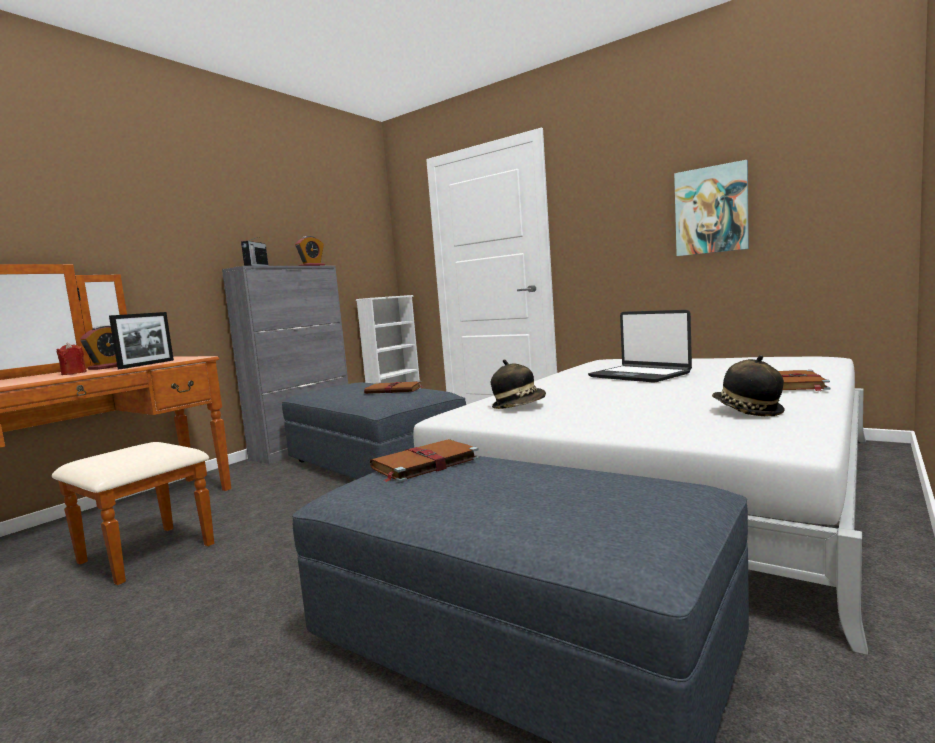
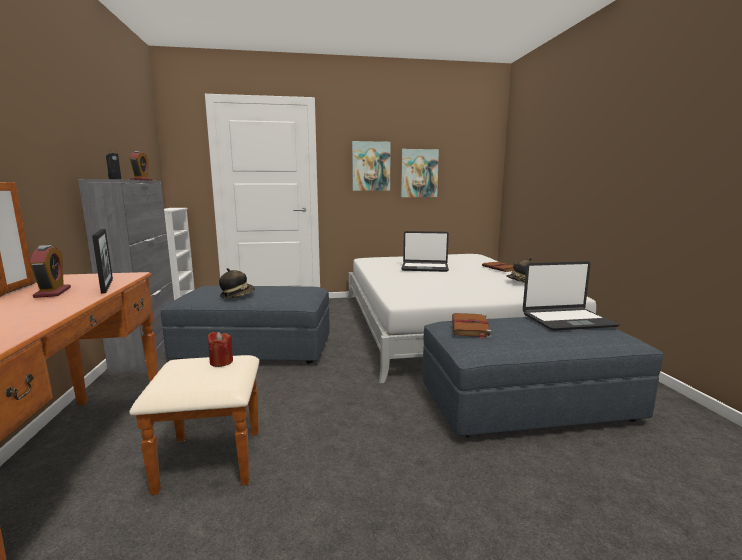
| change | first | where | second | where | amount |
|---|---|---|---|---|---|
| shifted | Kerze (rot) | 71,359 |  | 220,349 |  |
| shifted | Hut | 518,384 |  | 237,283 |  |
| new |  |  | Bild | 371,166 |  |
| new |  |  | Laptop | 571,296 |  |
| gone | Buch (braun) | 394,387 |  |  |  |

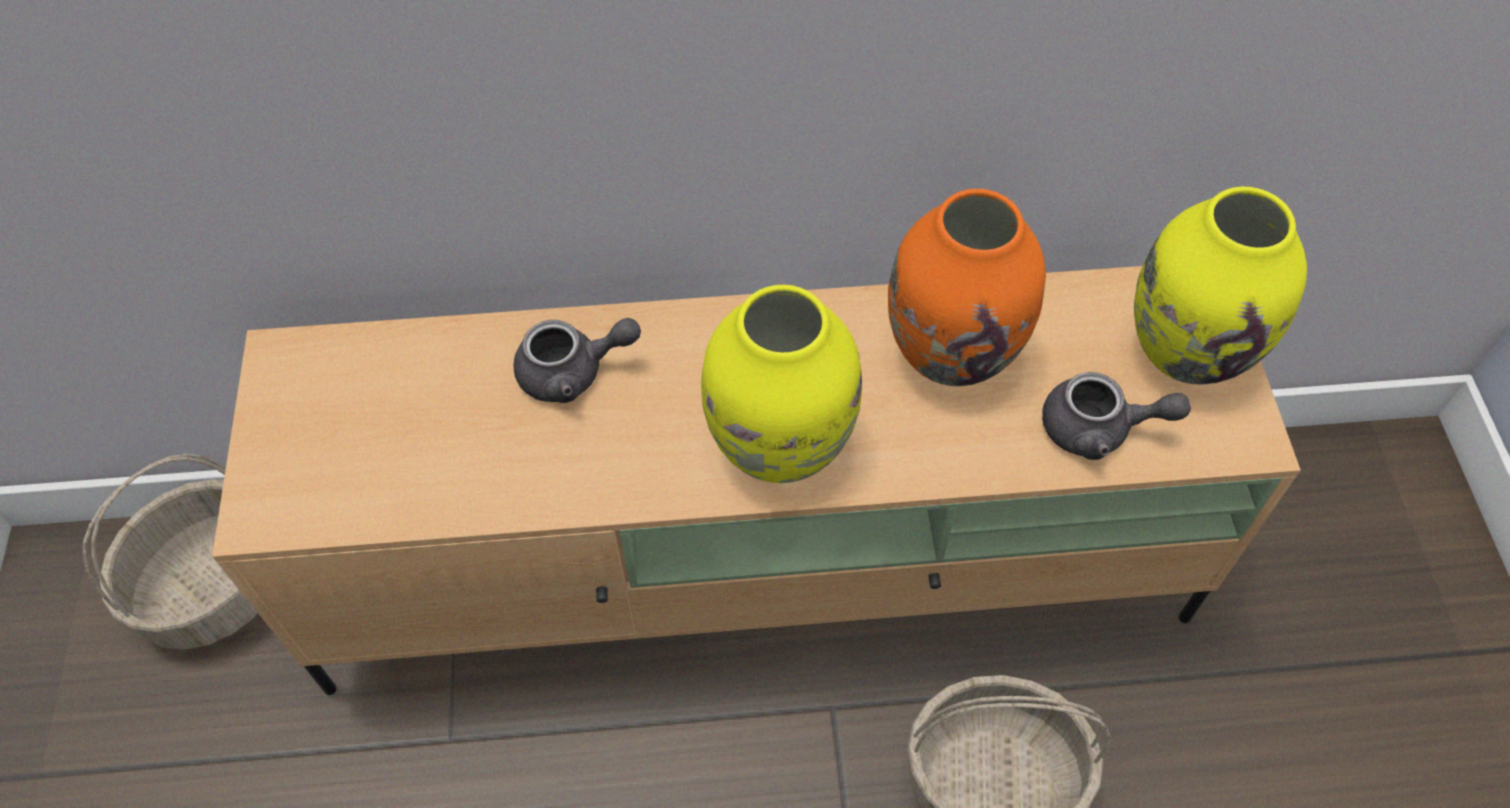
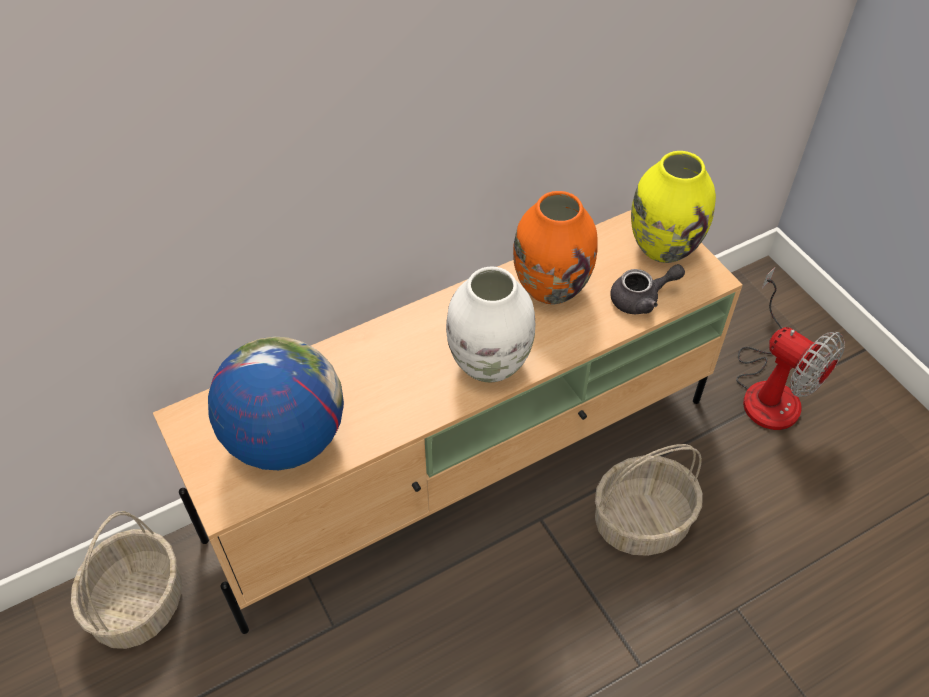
| change | first | where | second | where | amount |
|---|---|---|---|---|---|
| new |  |  | Globus | 276,403 |  |
| repainted | Vase (gelb) | 781,384 | Vase (weiß) | 490,325 |  |
| new |  |  | Ventilator | 790,348 |  |
| gone | Teekanne (grau) | 577,360 |  |  |  |

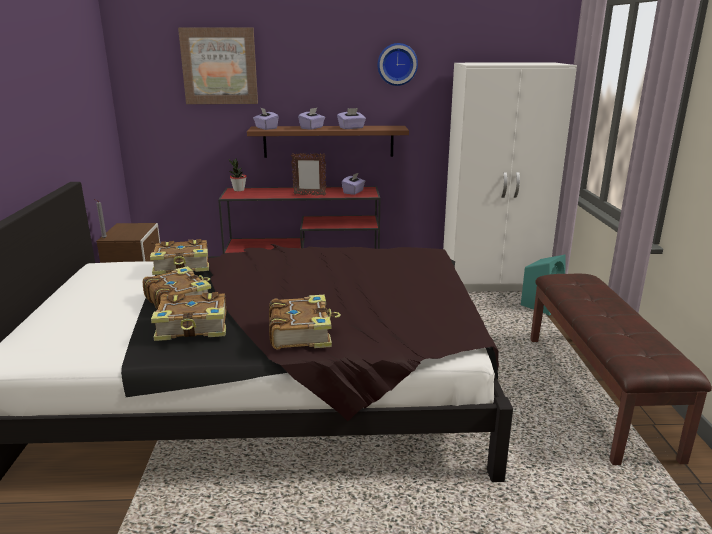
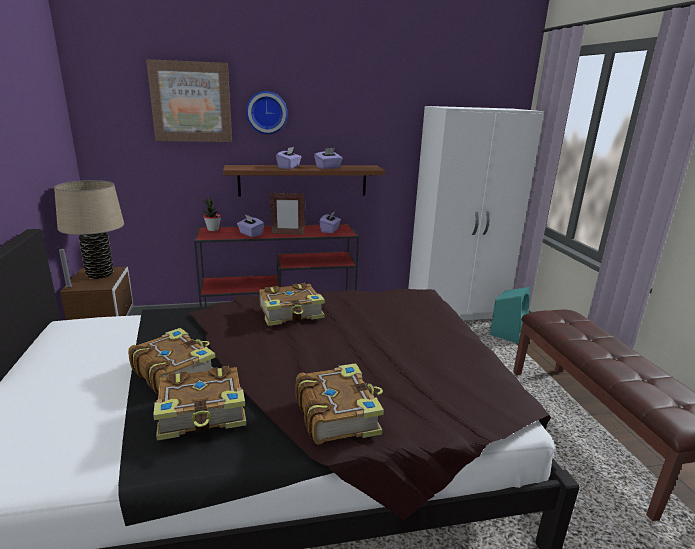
| change | first | where | second | where | amount |
|---|---|---|---|---|---|
| new |  |  | Tischlampe (beige) | 89,229 |  |
| shifted | Taschentuchbox (lila) | 266,119 |  | 250,225 |  |
| shifted | Wanduhr | 398,64 |  | 267,112 |  |
| shifted | Buch | 179,257 |  | 292,304 |  |

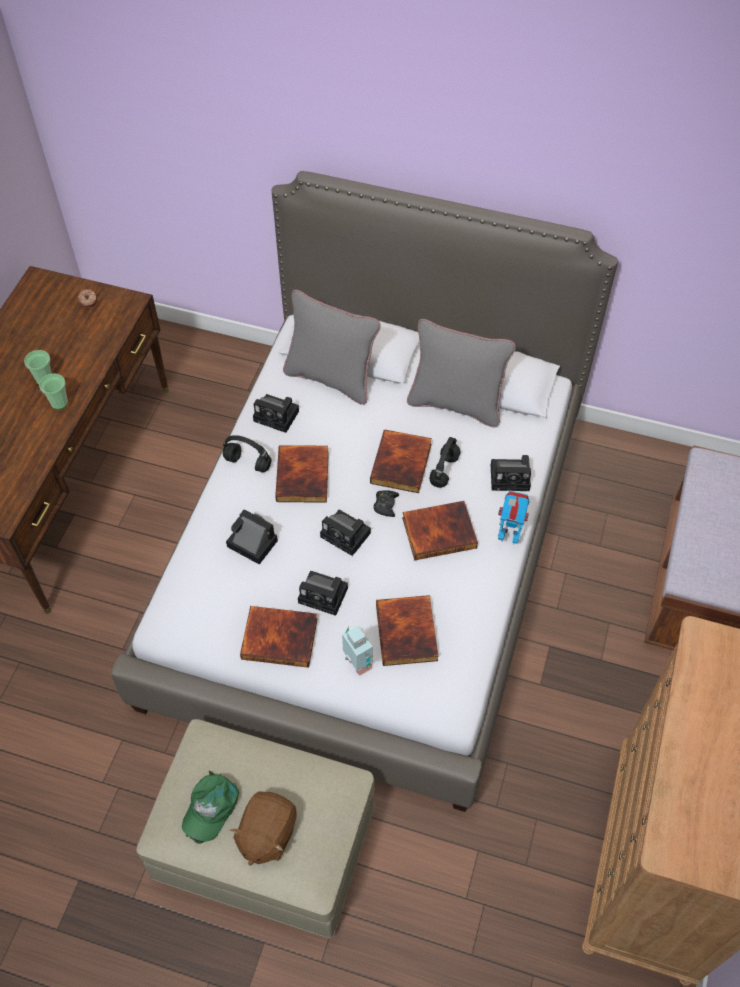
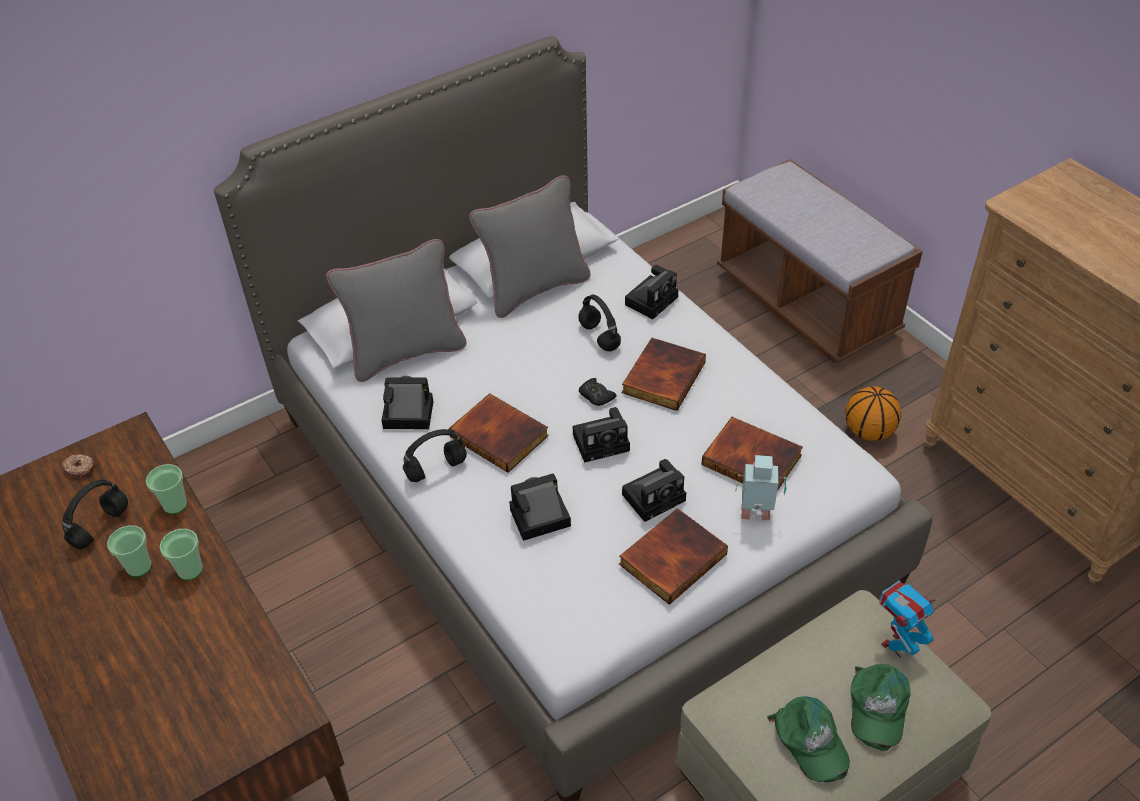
| change | first | where | second | where | amount |
|---|---|---|---|---|---|
| new |  |  | Kopfhörer (schwarz) | 95,514 |  |
| new |  |  | Tasse | 166,489 |  |
| rotated | Kamera | 276,413 |  | 407,402 | 150 degrees counterclockwise |
| new |  |  | Basketball | 873,413 |  |
| swapped | Plüschtier (braun) | 263,828 | Kappe (grün) | 880,707 |  |
| shifted | Spielzeugroboter | 514,518 |  | 910,619 |  |
| gone | Buch | 401,461 |  |  |  |

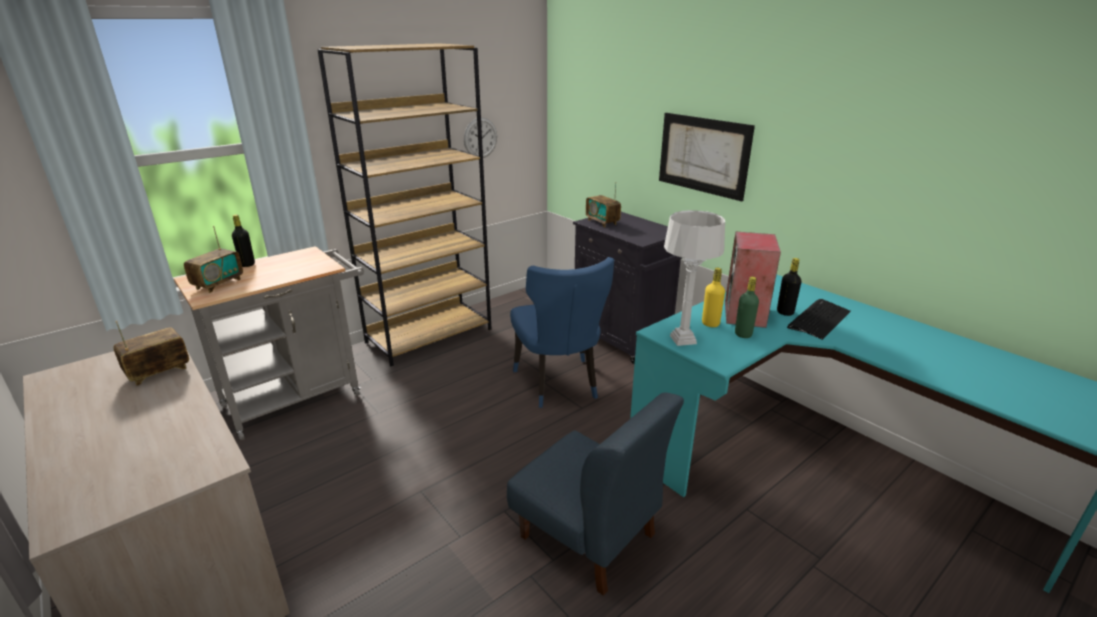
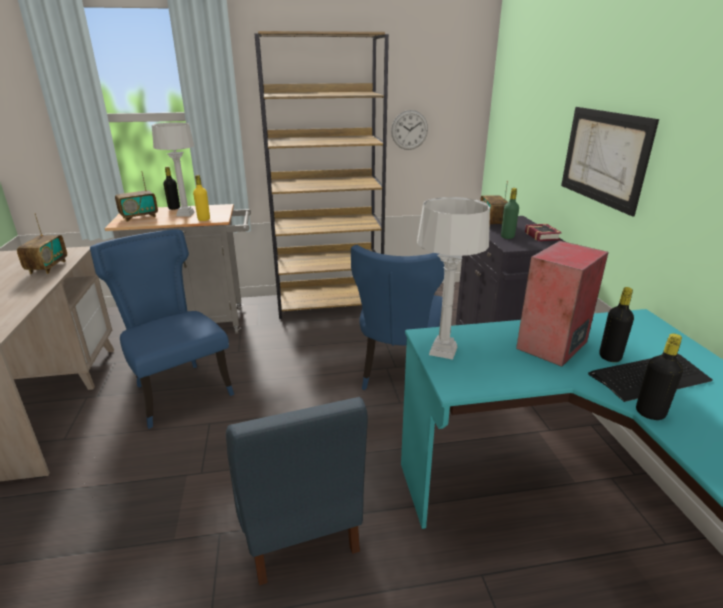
| change | first | where | second | where | amount |
|---|---|---|---|---|---|
| rotated | Radio | 151,353 |  | 42,243 | 105 degrees clockwise |
| new |  |  | Stuhl (blau) | 162,329 |  |
| new |  |  | Tischlampe (grau) | 173,169 |  |
| shifted | Flasche (gelb) | 713,297 |  | 201,198 |  |
| shifted | Flasche (grün) | 747,307 |  | 510,213 |  |
| new |  |  | Buch | 543,232 |  |
| new |  |  | Flasche (schwarz) | 659,377 |  |

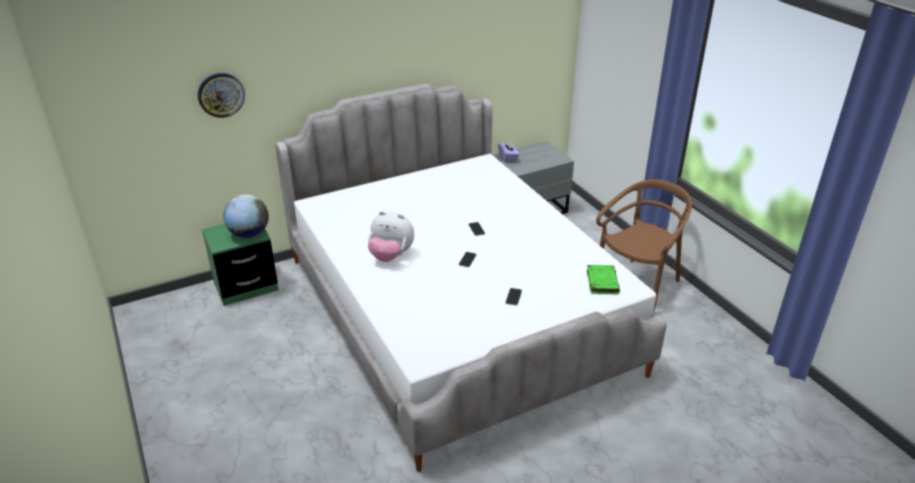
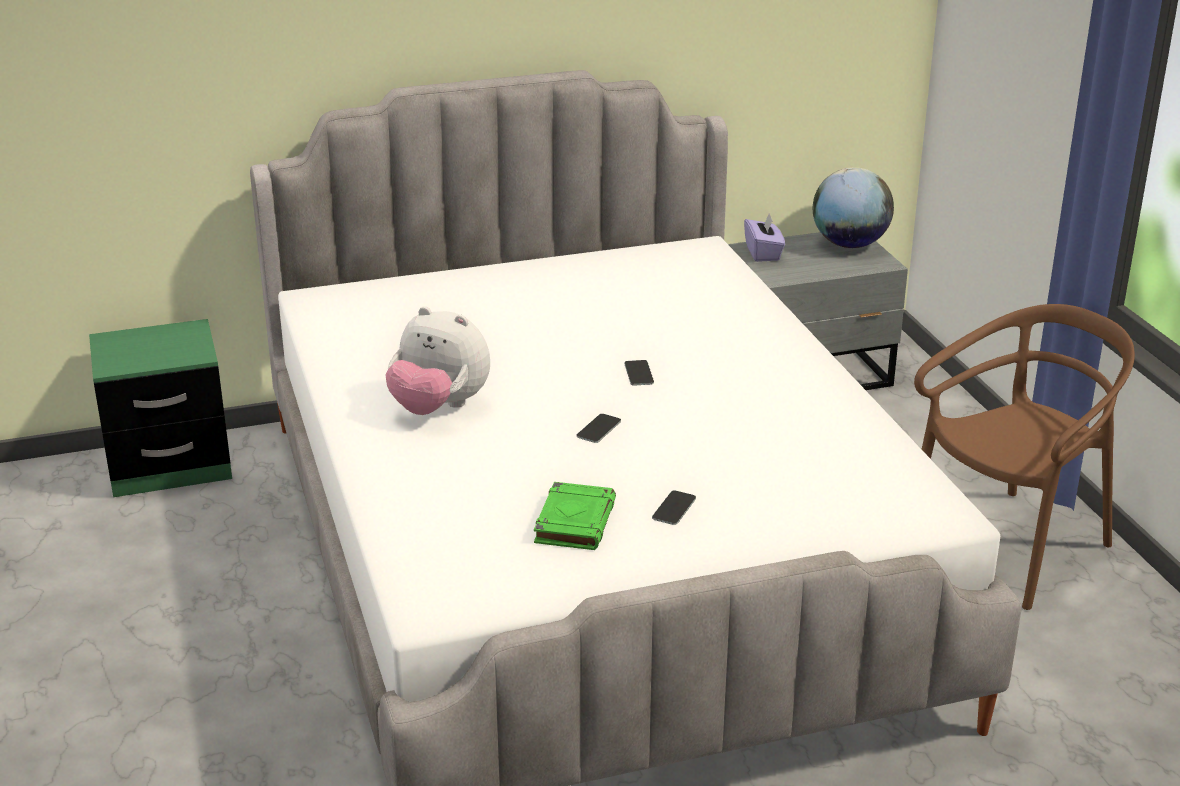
| change | first | where | second | where | amount |
|---|---|---|---|---|---|
| shifted | Buch (grün) | 603,279 |  | 575,516 |  |
| shifted | Globus | 246,216 |  | 853,207 |  |
| gone | Wanduhr | 221,95 |  |  |  |

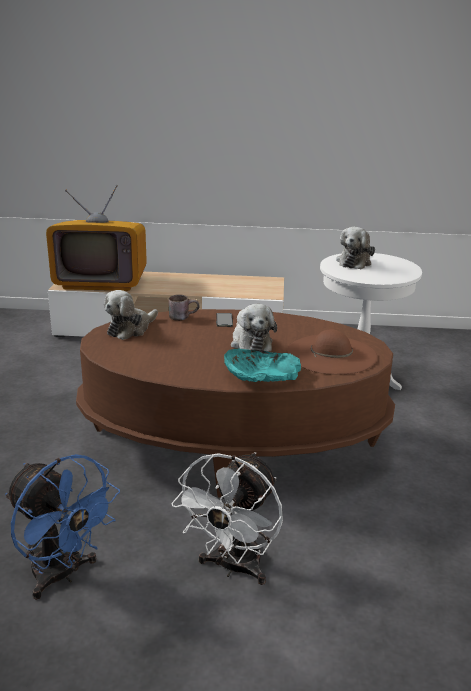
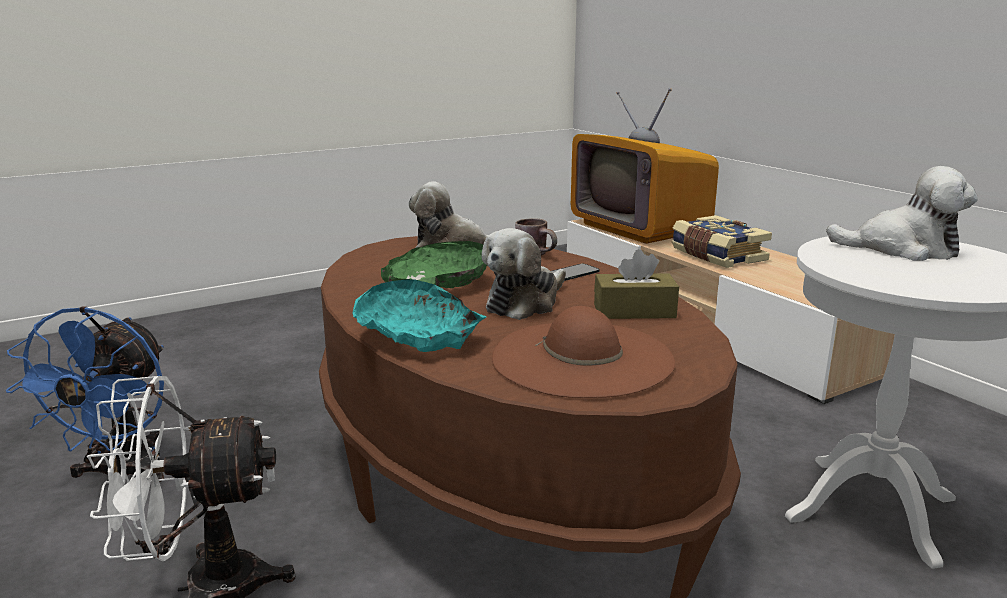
| change | first | where | second | where | amount |
|---|---|---|---|---|---|
| new |  |  | Schüssel (grün) | 434,264 |  |
| new |  |  | Taschentuchbox (braun) | 636,284 |  |
| new |  |  | Buch | 721,241 |  |
| rotated | Plüschtier | 355,248 |  | 902,213 | 150 degrees counterclockwise |

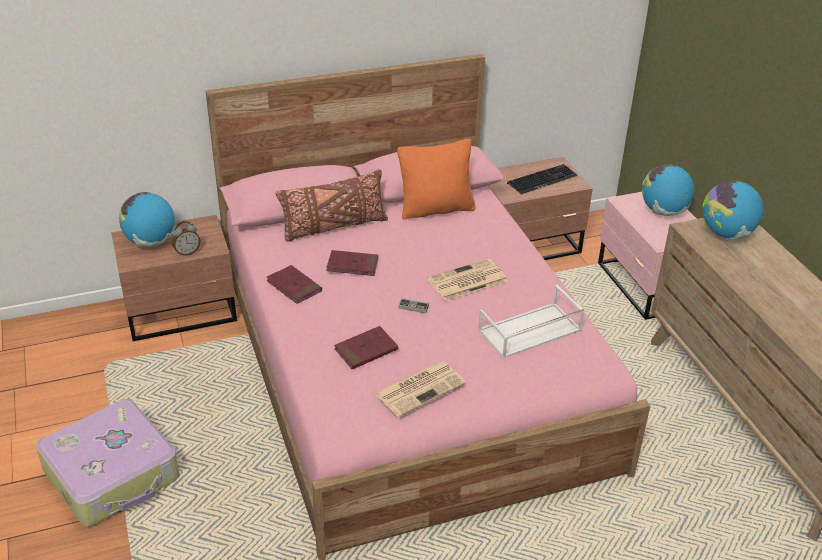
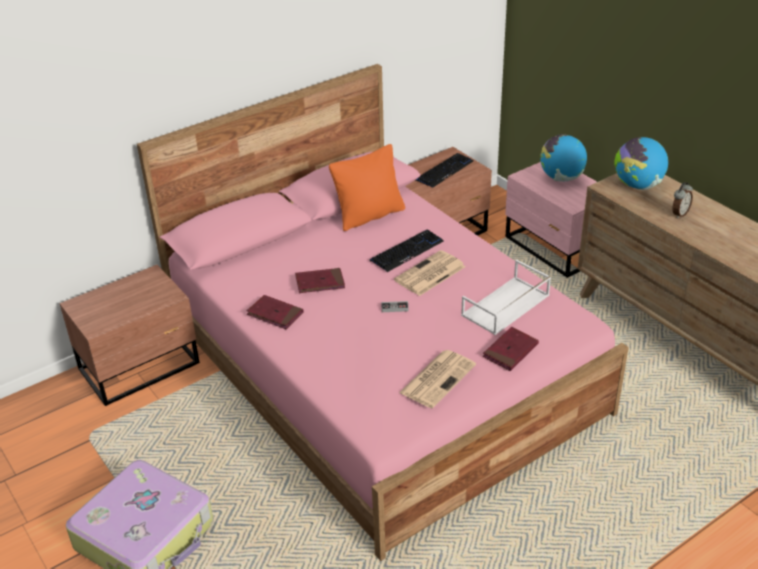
| change | first | where | second | where | amount |
|---|---|---|---|---|---|
| new |  |  | Tastatur | 407,250 |  |
| shifted | Buch (rot) | 366,347 |  | 511,349 |  |
| shifted | Wecker | 186,238 |  | 682,200 |  |
| gone | Globus | 147,219 |  |  |  |
| gone | Kissen (braun) | 331,205 |  |  |  |

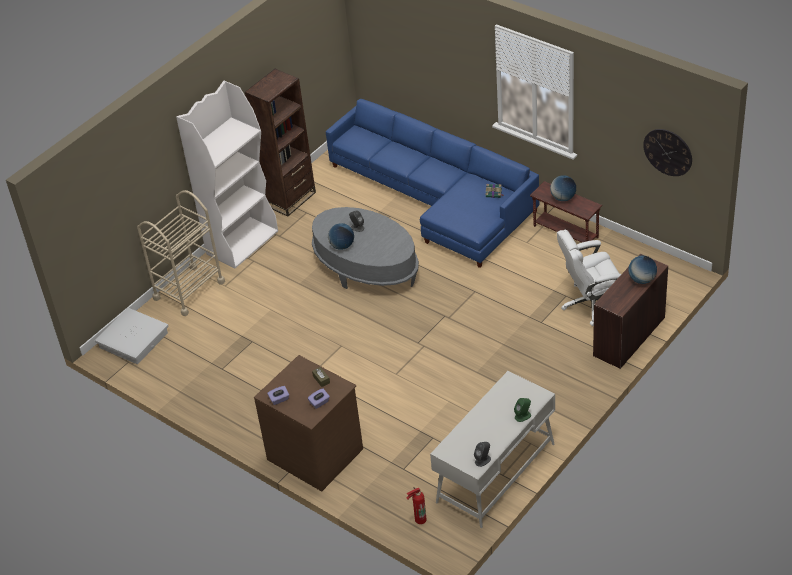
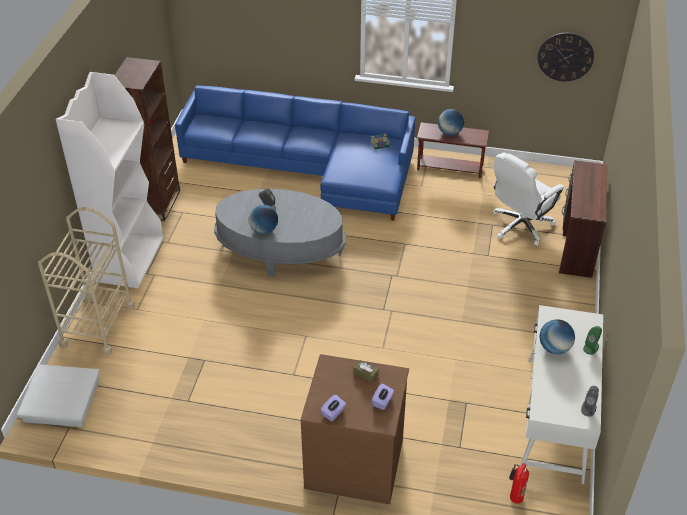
| change | first | where | second | where | amount |
|---|---|---|---|---|---|
| shifted | Globus | 642,270 |  | 557,336 |  |

